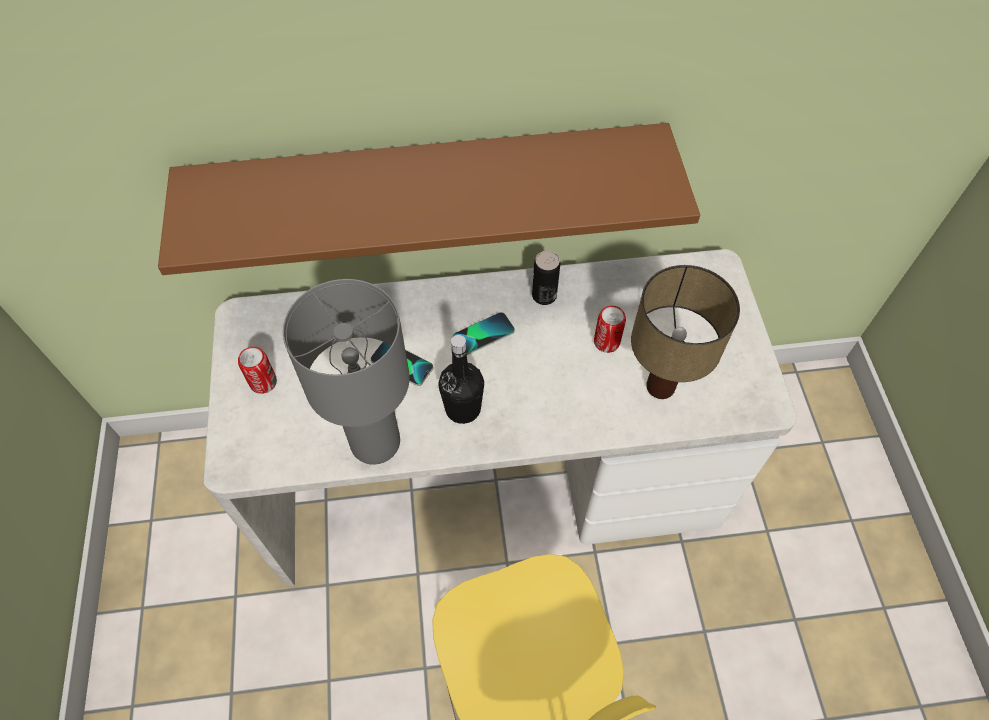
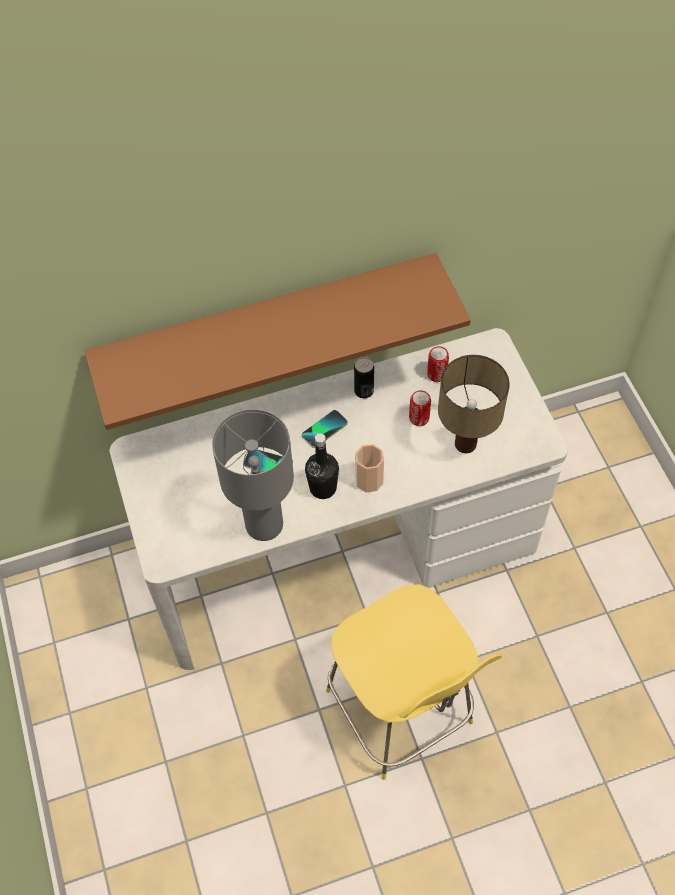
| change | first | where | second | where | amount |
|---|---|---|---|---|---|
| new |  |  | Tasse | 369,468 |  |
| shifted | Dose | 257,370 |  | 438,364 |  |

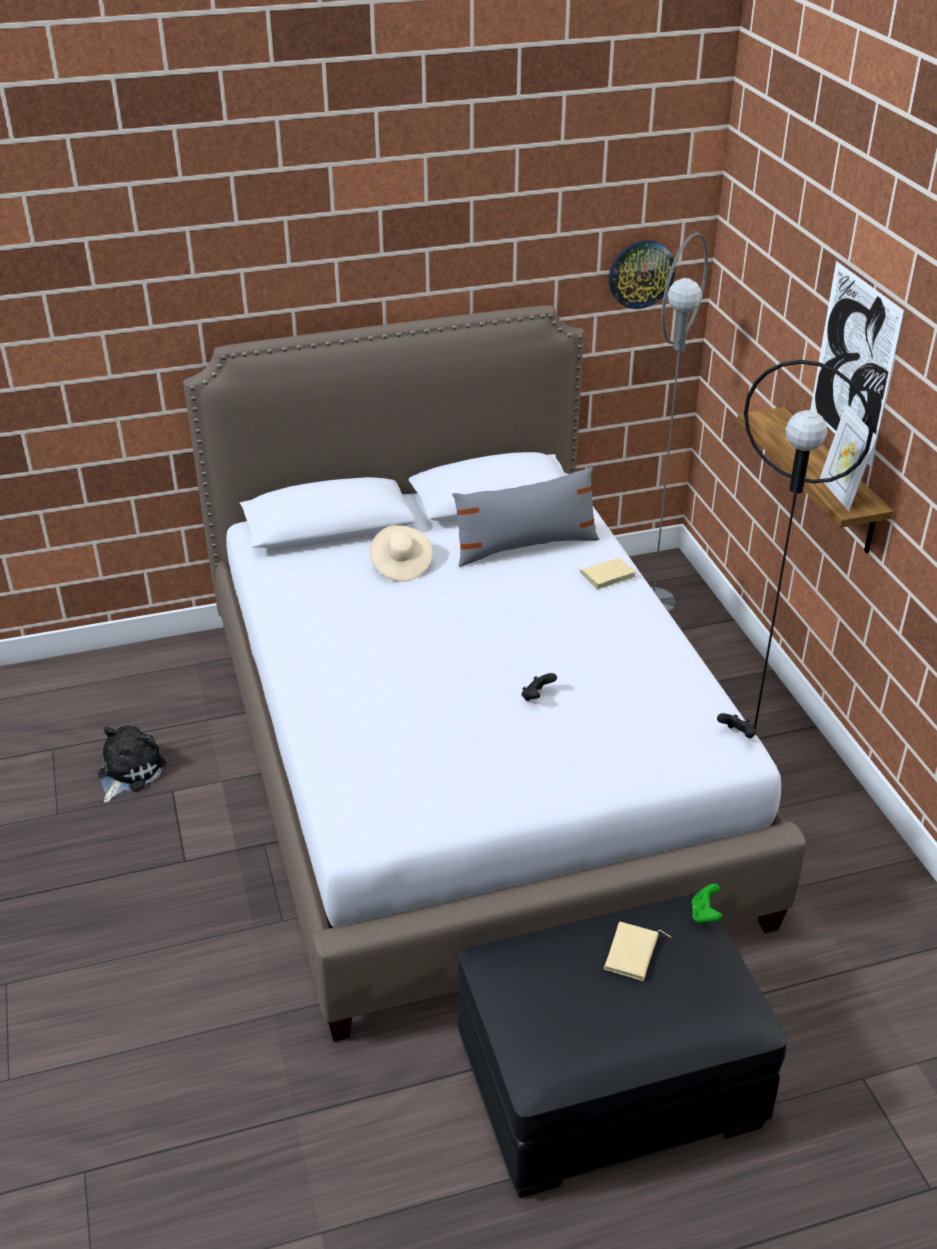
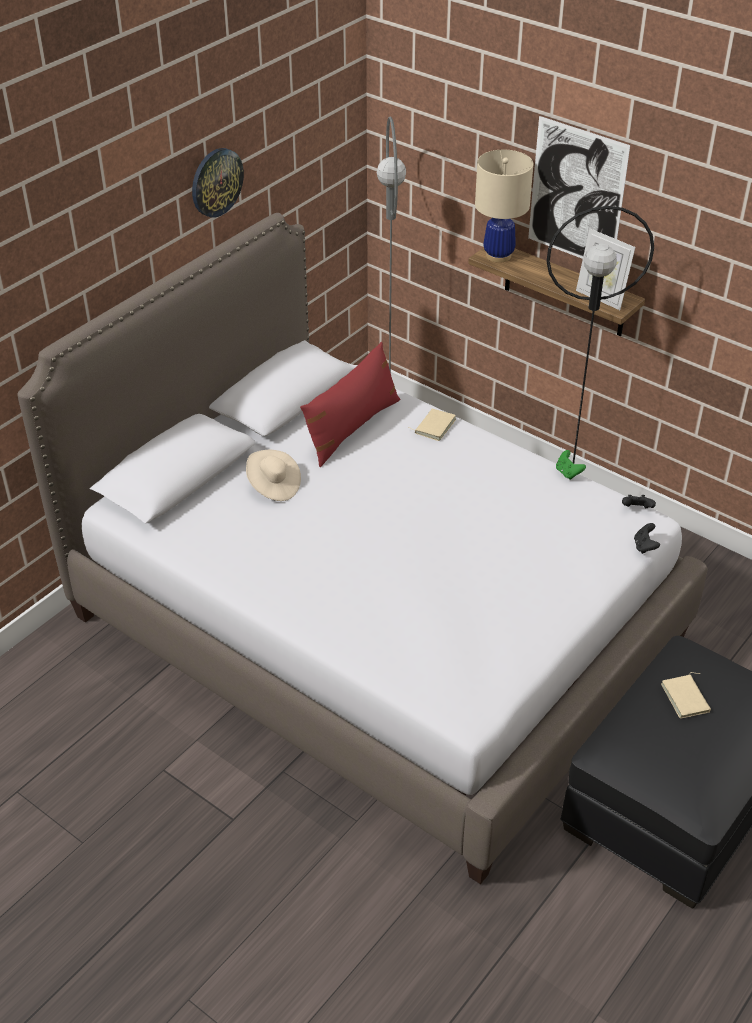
| change | first | where | second | where | amount |
|---|---|---|---|---|---|
| shifted | Wanduhr | 642,274 |  | 218,182 |  |
| repainted | Kissen (grau) | 525,517 | Kissen (rot) | 350,404 |  |
| new |  |  | Tischlampe (beige) | 504,206 |  |
| shifted | Gamepad (grün) | 707,904 |  | 571,465 |  |
| shifted | Gamepad (schwarz) | 539,687 |  | 647,538 |  |
| gone | Plüschtier | 132,764 |  |  |  |

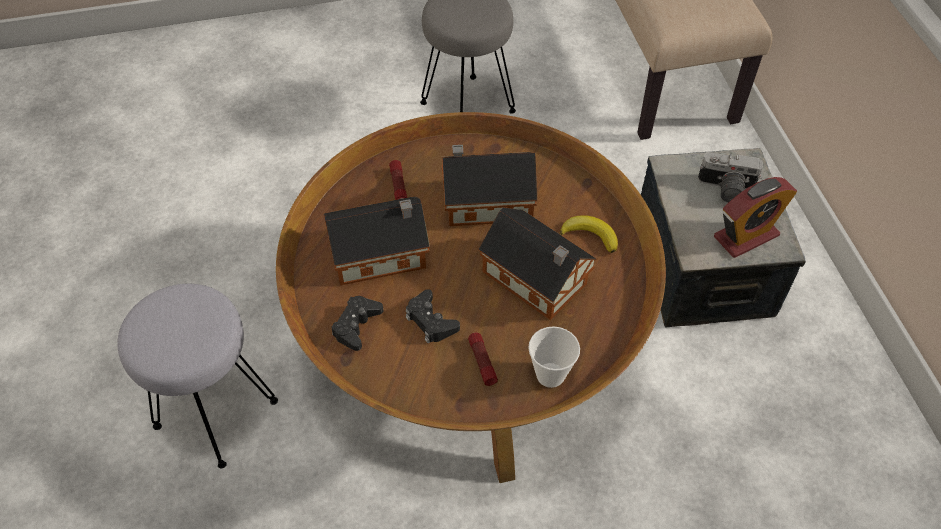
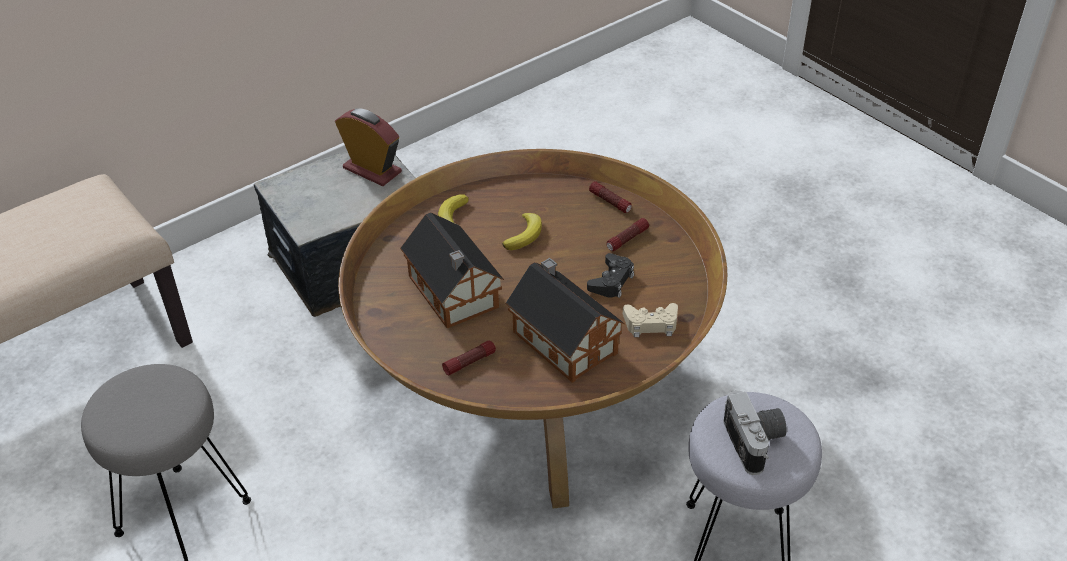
| change | first | where | second | where | amount |
|---|---|---|---|---|---|
| swapped | Spielzeughaus | 537,263 | Banane | 522,231 |  |
| swapped | Tasse | 554,357 | Taschenlampe | 610,197 |  |
| repainted | Gamepad (schwarz) | 357,323 | Gamepad (beige) | 650,320 |  |
| shifted | Kamera | 730,177 |  | 755,433 |  |

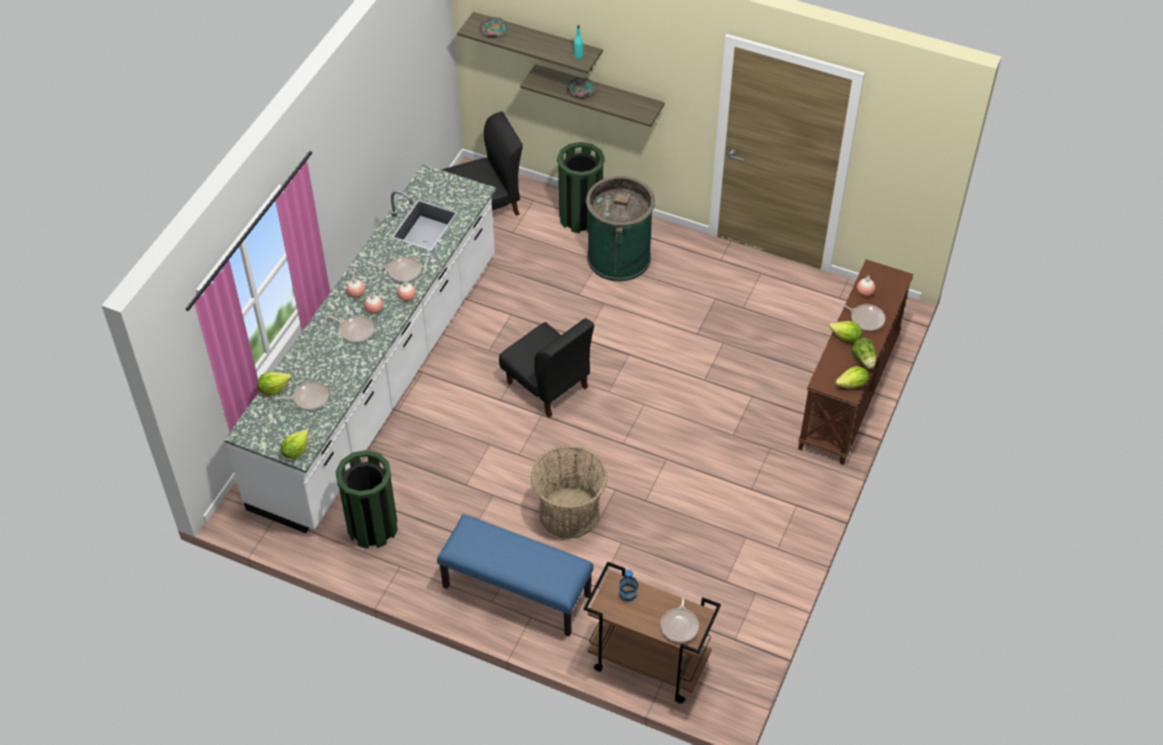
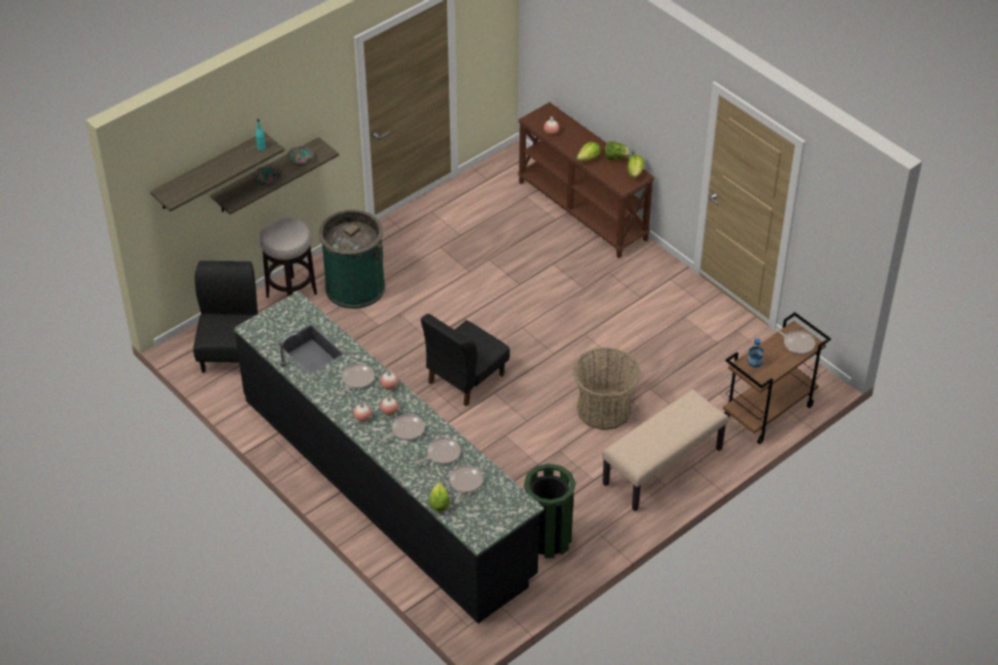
| change | first | where | second | where | amount |
|---|---|---|---|---|---|
| repainted | Küchenzeile (weiß) | 360,348 | Küchenzeile (schwarz) | 389,457 |  |
| swapped | Mülleimer (grün) | 581,187 | Hocker | 288,257 |  |
| shifted | Schüssel | 494,27 |  | 301,156 |  |
| shifted | Pfanne | 861,316 |  | 438,450 |  |
| rotated | Stuhl (schwarz) | 546,368 |  | 465,360 | 150 degrees clockwise |
| repainted | Bank (blau) | 515,575 | Bank (beige) | 665,450 |  |
| gone | Salatkopf | 295,444 |  |  |  |

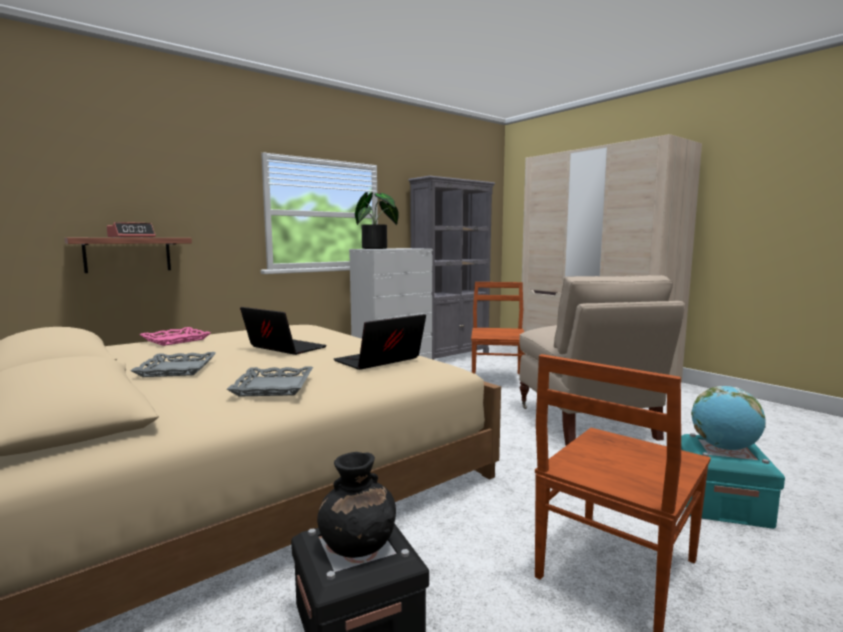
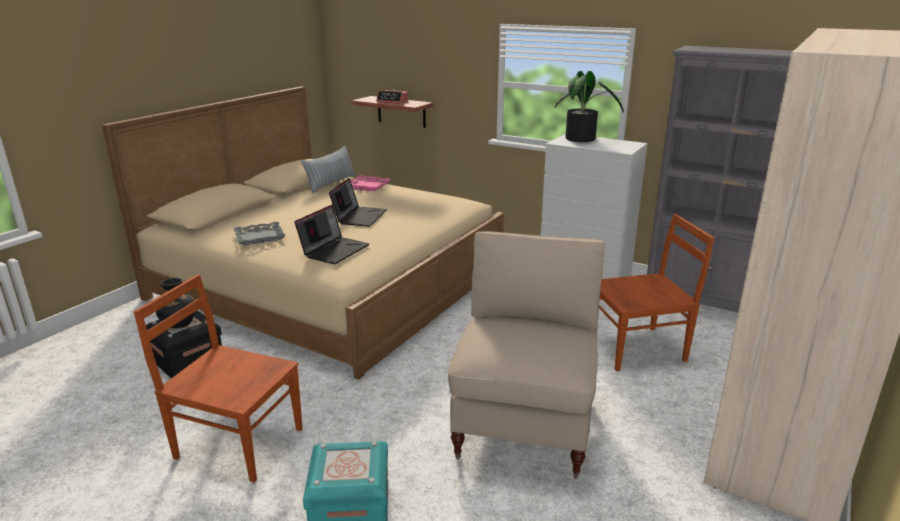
| change | first | where | second | where | amount |
|---|---|---|---|---|---|
| rotated | Laptop | 380,342 |  | 332,234 | 90 degrees clockwise |
| new |  |  | Kissen | 328,169 |  |
| rotated | Stuhl (beige) | 602,360 |  | 526,355 | 135 degrees clockwise |
| gone | Tablett (grau) | 173,364 |  |  |  |
| gone | Globus | 728,418 |  |  |  |

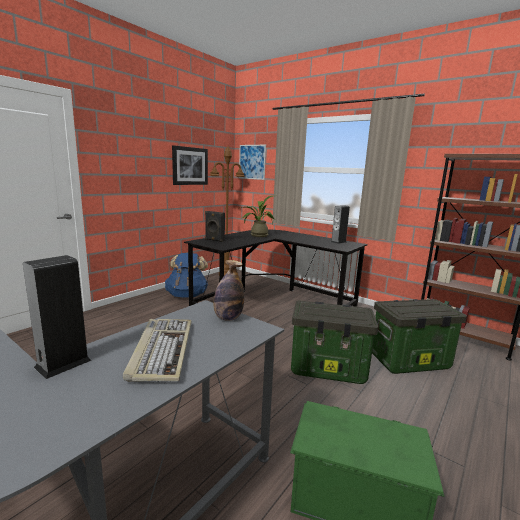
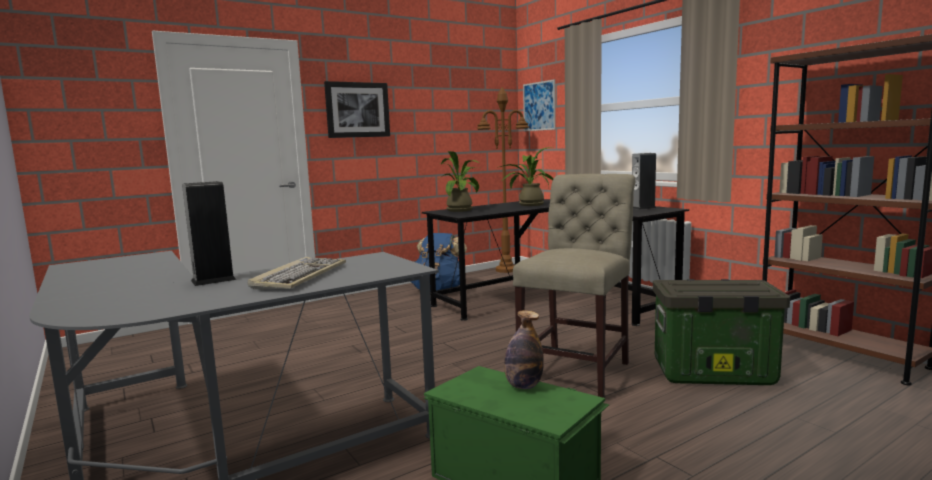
| change | first | where | second | where | amount |
|---|---|---|---|---|---|
| shifted | Bild | 190,165 |  | 357,109 |  |
| swapped | Lautsprecher (schwarz) | 215,226 | Topfpflanze | 460,181 |  |
| shifted | Flasche | 229,290 |  | 524,349 |  |
| swapped | Aufbewahrungsbox | 334,342 | Stuhl (beige) | 574,286 |  |

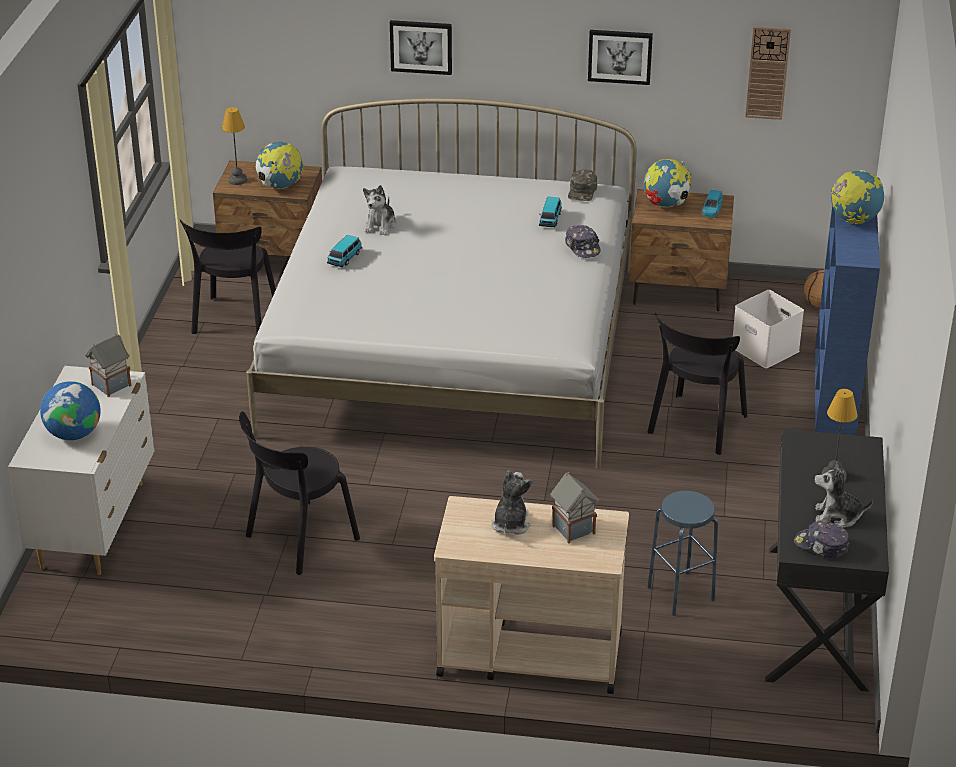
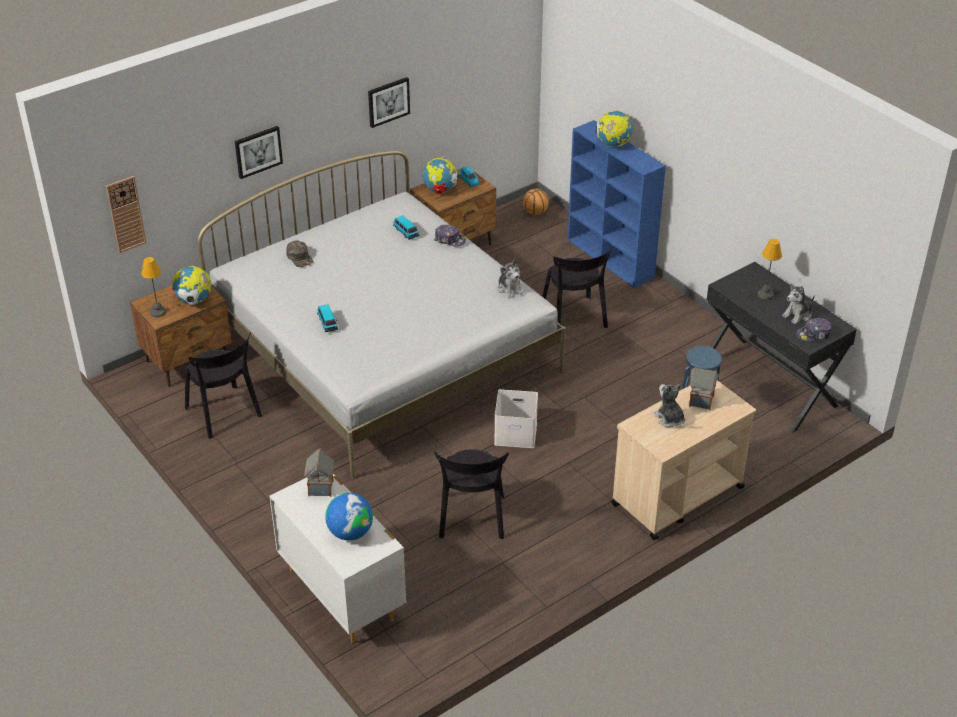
| change | first | where | second | where | amount |
|---|---|---|---|---|---|
| shifted | Wanduhr | 768,73 |  | 126,214 |  |
| shifted | Kappe (grün) | 582,185 |  | 300,253 |  |
| shifted | Aufbewahrungsbox (weiß) | 768,329 |  | 516,418 |  |
| shifted | Plüschtier | 380,210 |  | 511,279 |  |

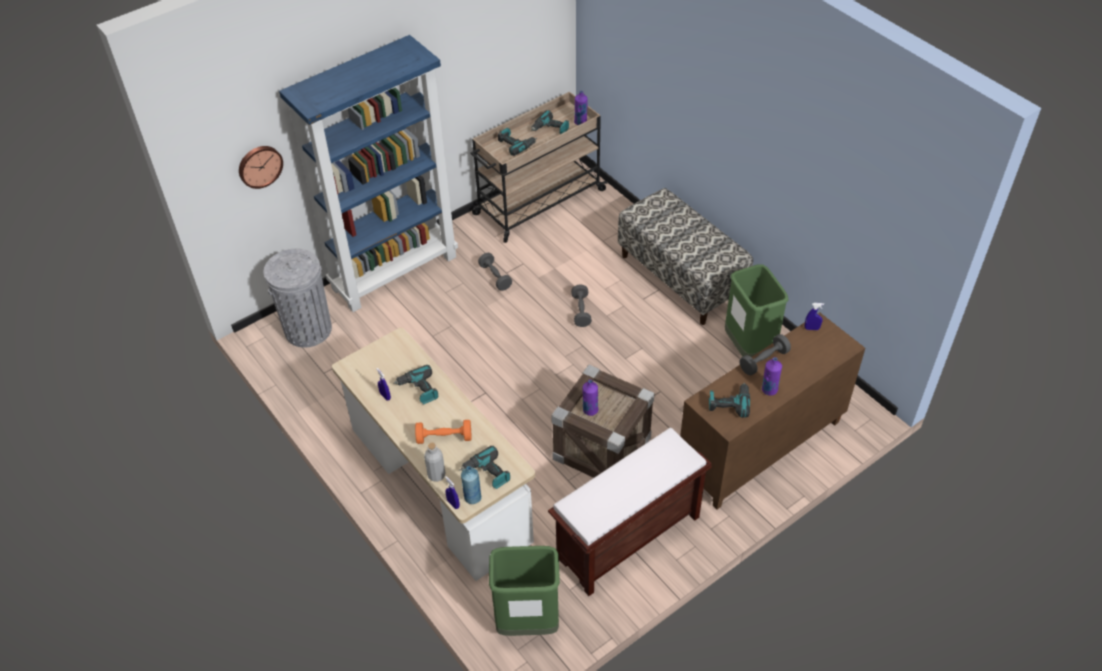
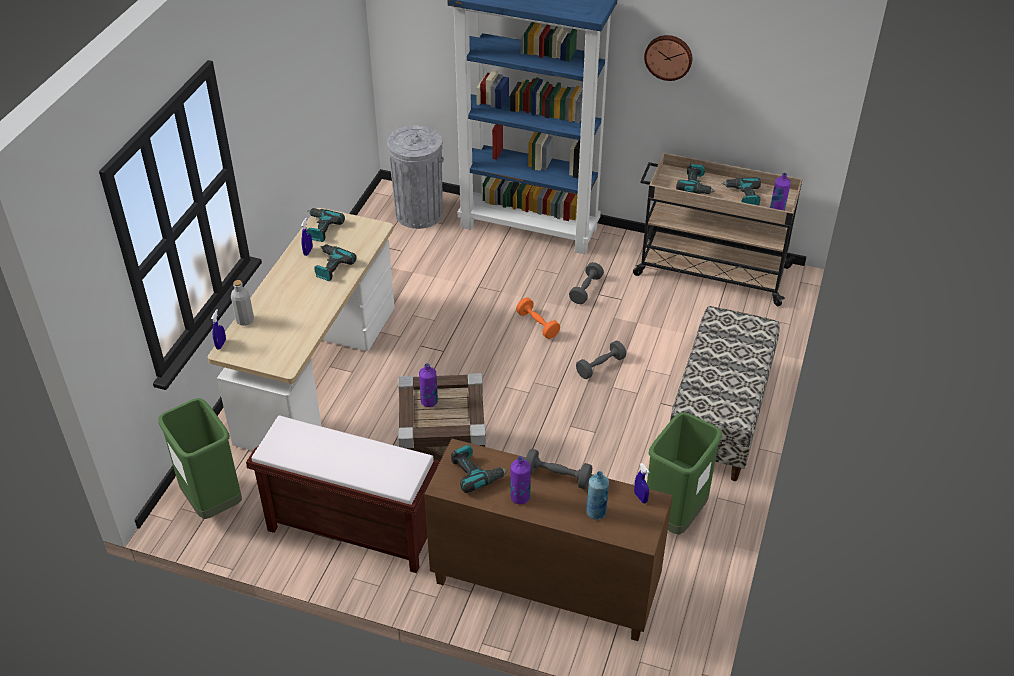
| change | first | where | second | where | amount |
|---|---|---|---|---|---|
| shifted | Bohrmaschine | 484,467 |  | 326,225 |  |
| shifted | Hantel (orange) | 443,432 |  | 538,318 |  |
| shifted | Flasche (blau) | 471,485 |  | 597,495 |  |
| shifted | Wanduhr | 261,167 |  | 668,58 |  |

